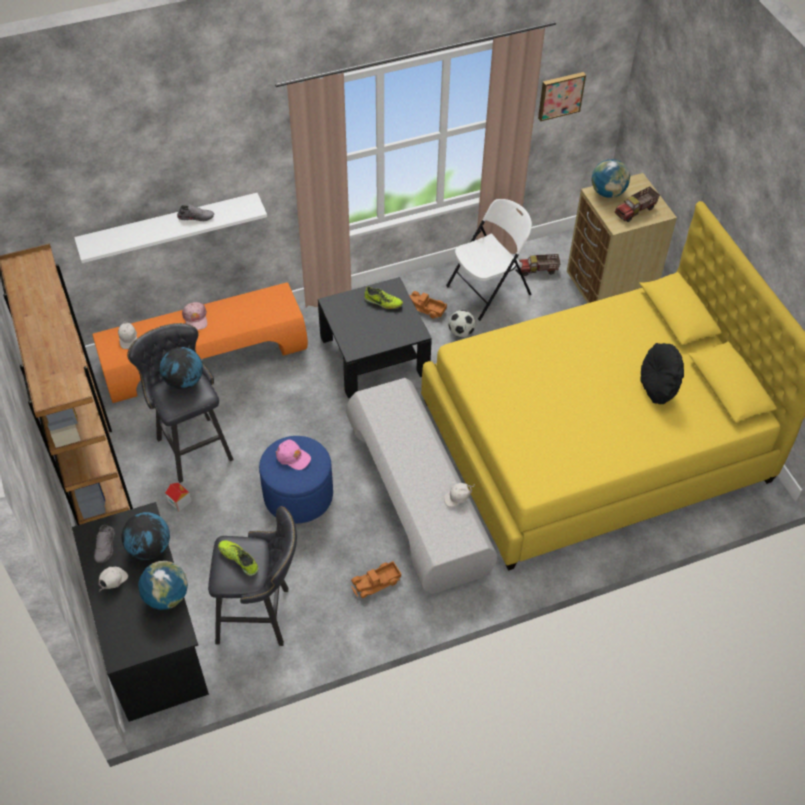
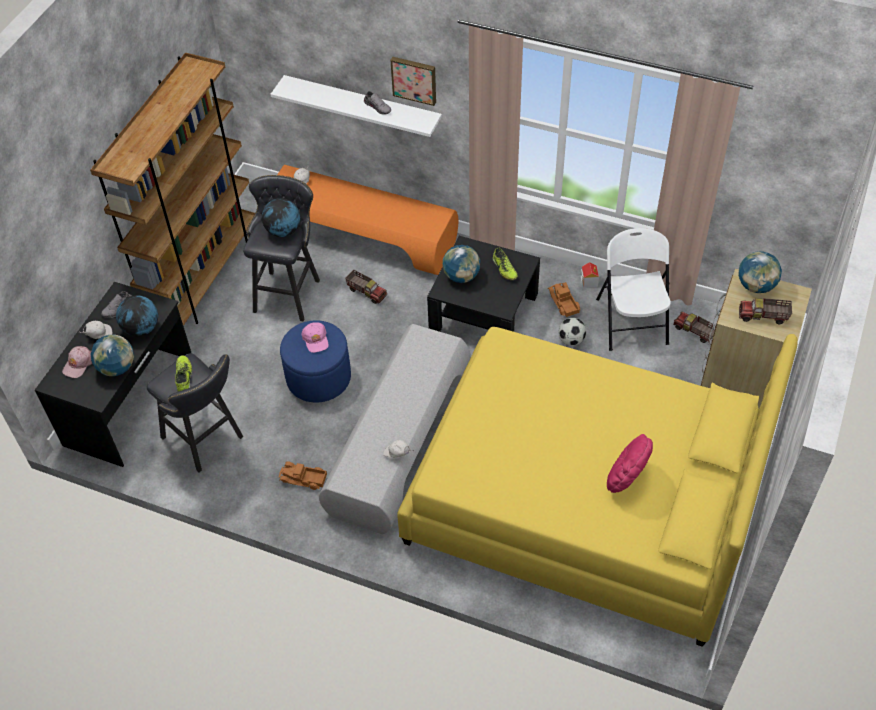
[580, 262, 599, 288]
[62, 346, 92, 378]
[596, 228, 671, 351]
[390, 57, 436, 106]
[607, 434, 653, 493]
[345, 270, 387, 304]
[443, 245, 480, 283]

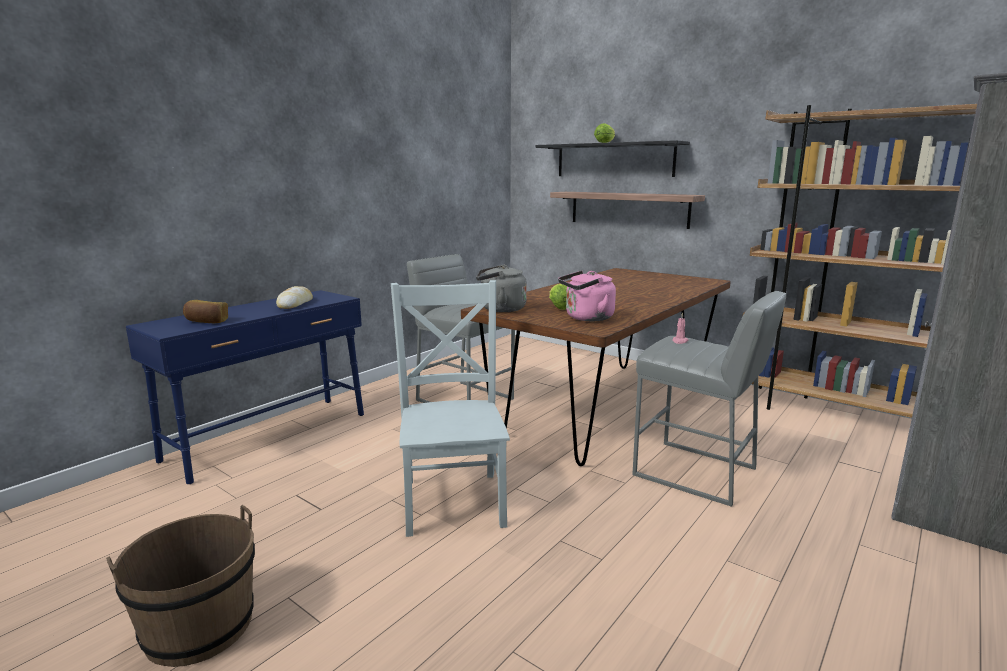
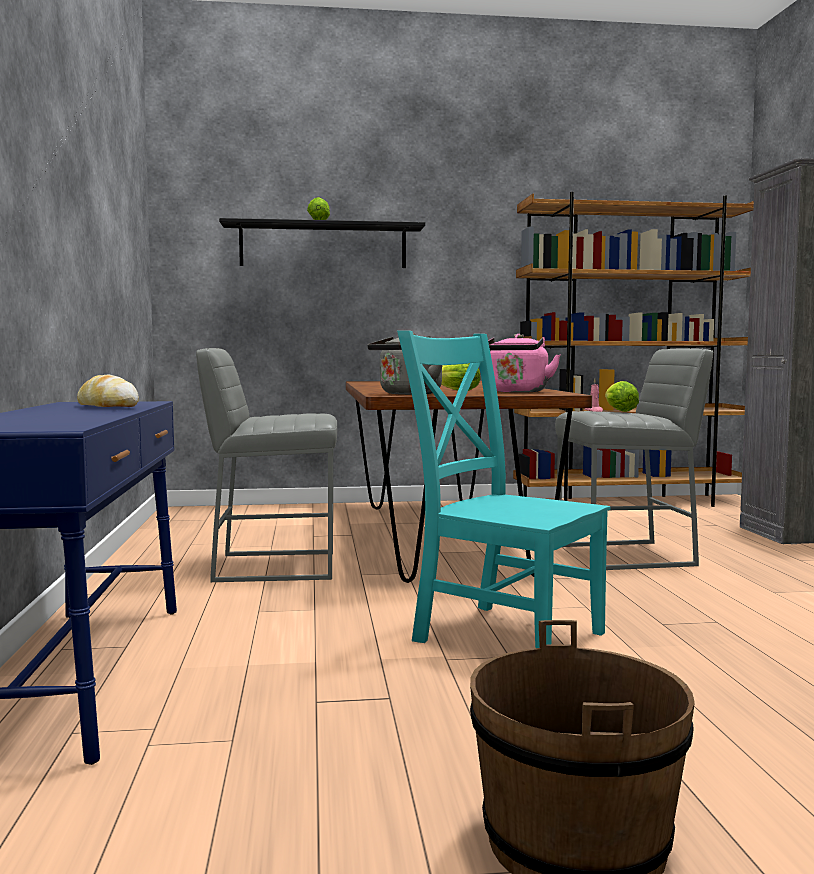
[183, 300, 228, 323] (first image)
[397, 331, 610, 648]
[550, 192, 705, 229] (first image)
[605, 381, 639, 412]

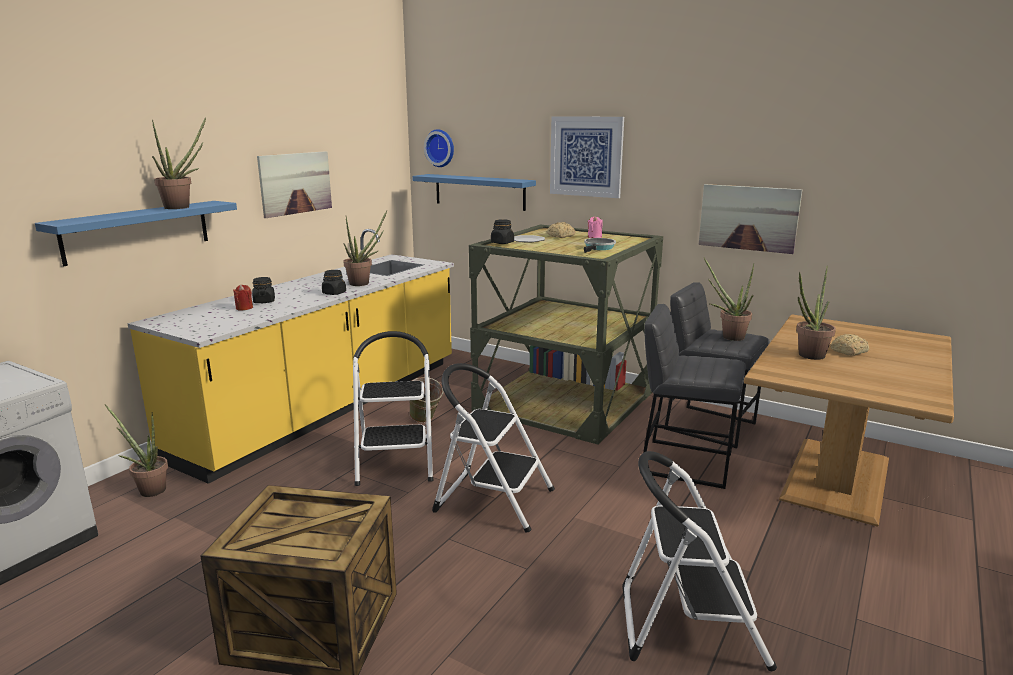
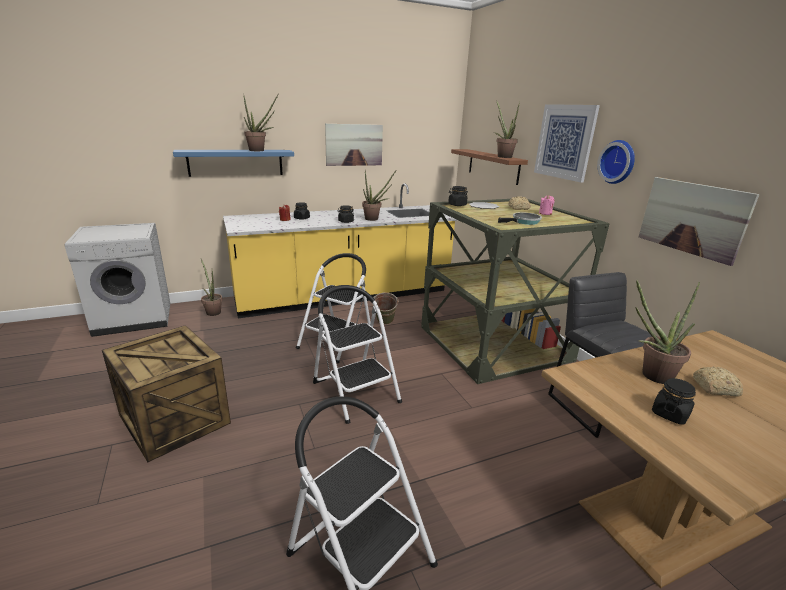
[451, 149, 528, 185]
[597, 140, 635, 184]
[643, 304, 746, 489] (first image)
[494, 100, 520, 158]
[652, 378, 696, 424]

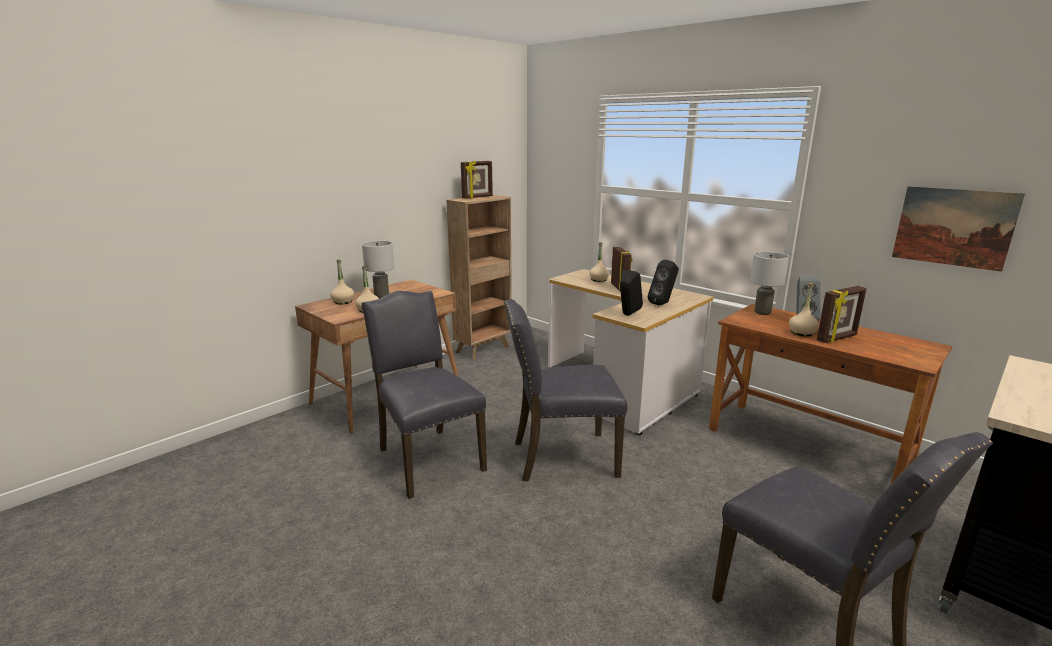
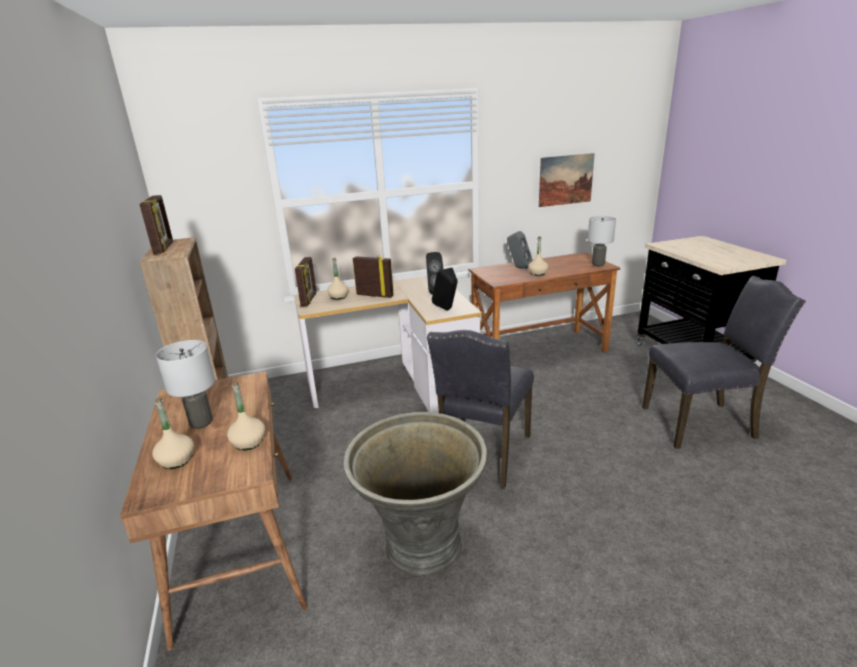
[343, 412, 487, 576]
[588, 216, 616, 266]
[295, 257, 317, 306]

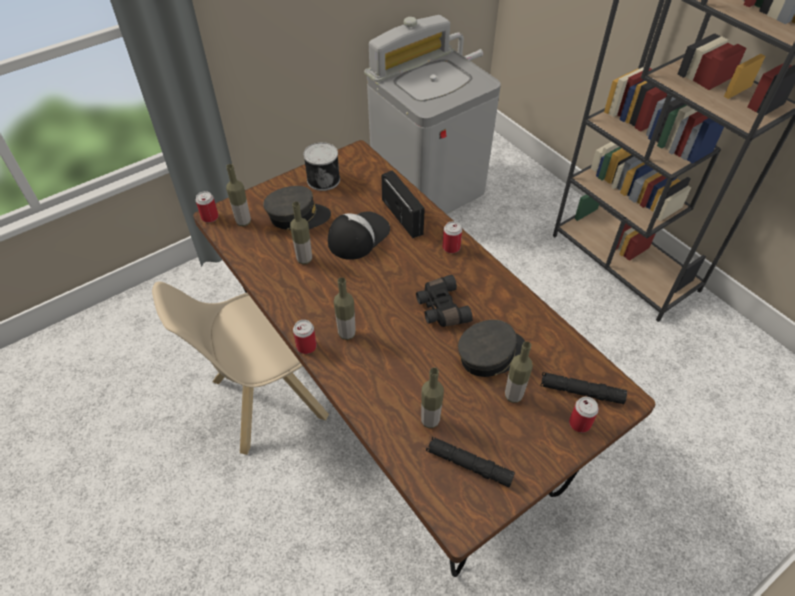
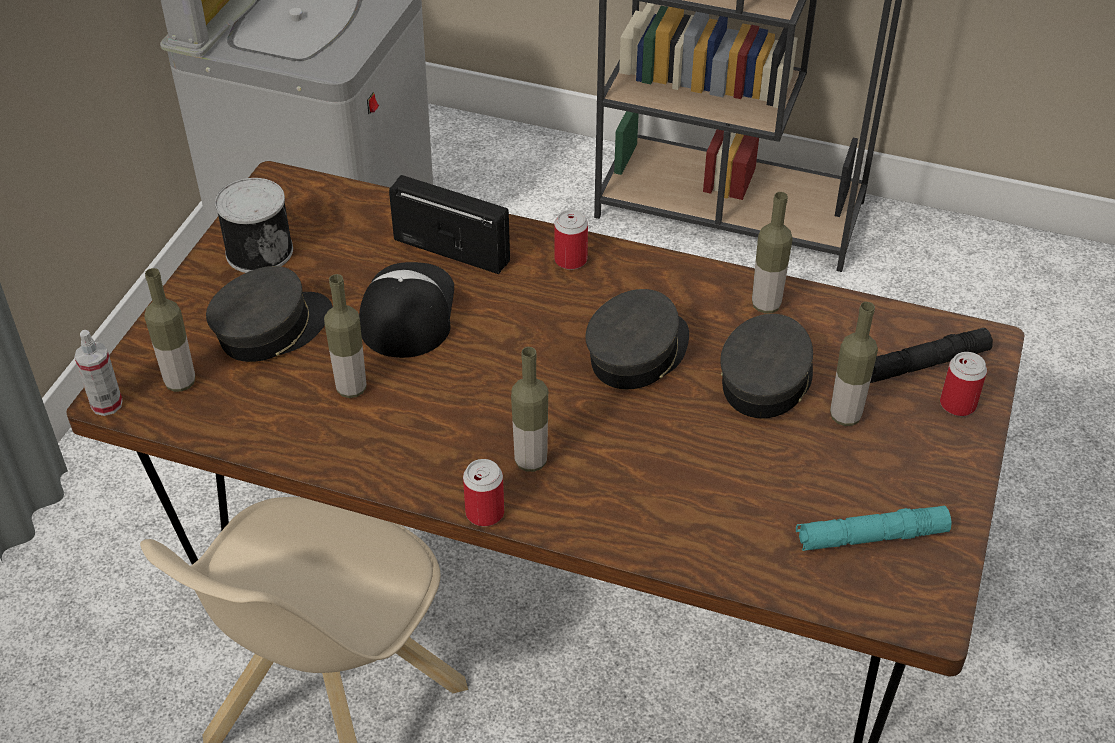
[74, 330, 123, 416]
[585, 289, 689, 390]
[752, 192, 793, 314]
[796, 506, 952, 551]

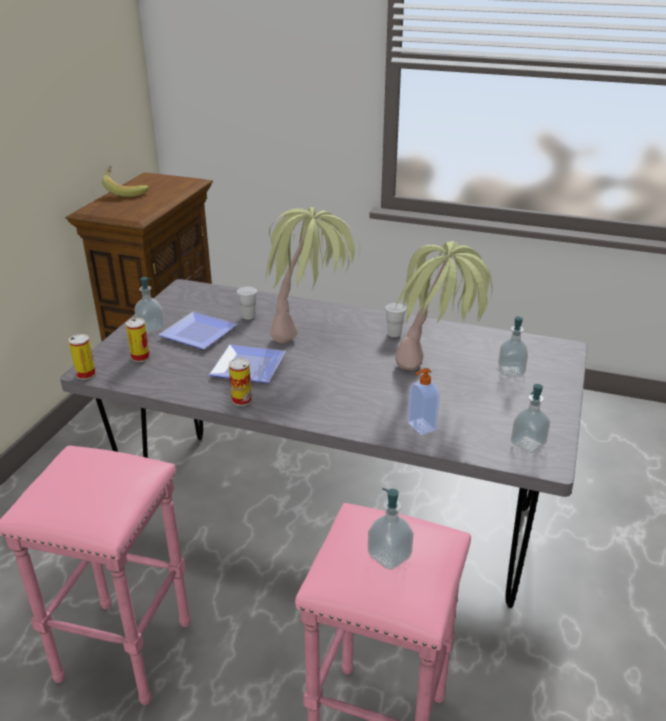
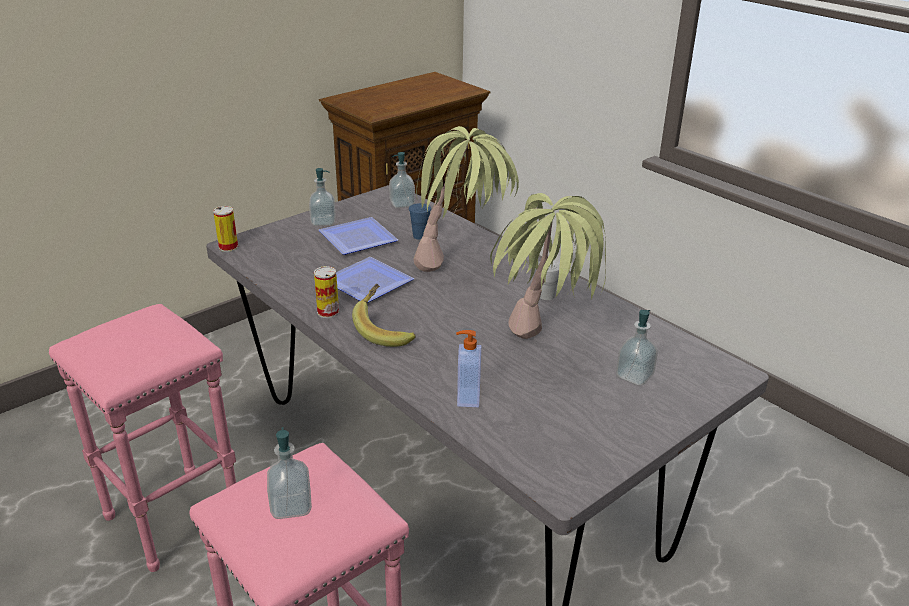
[352, 284, 416, 347]
[126, 318, 150, 362] (first image)
[409, 203, 431, 240]
[389, 152, 415, 208]

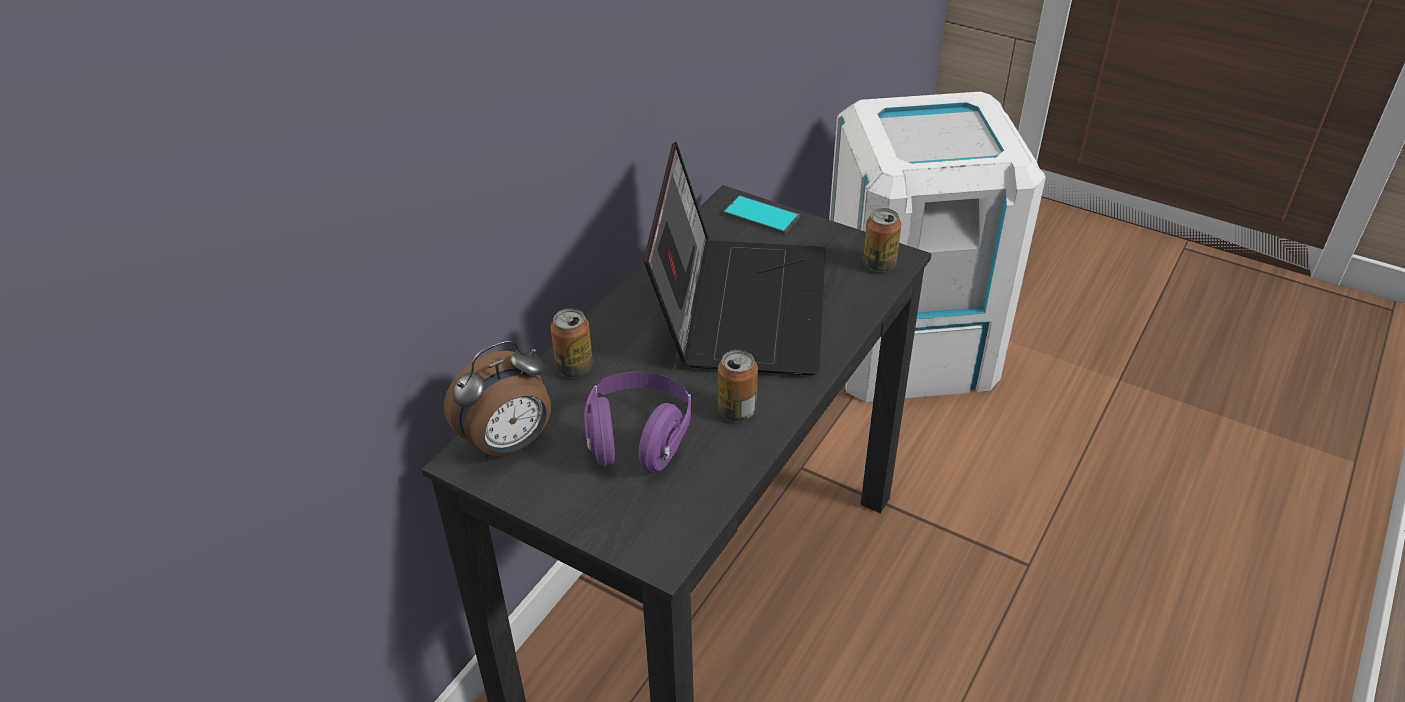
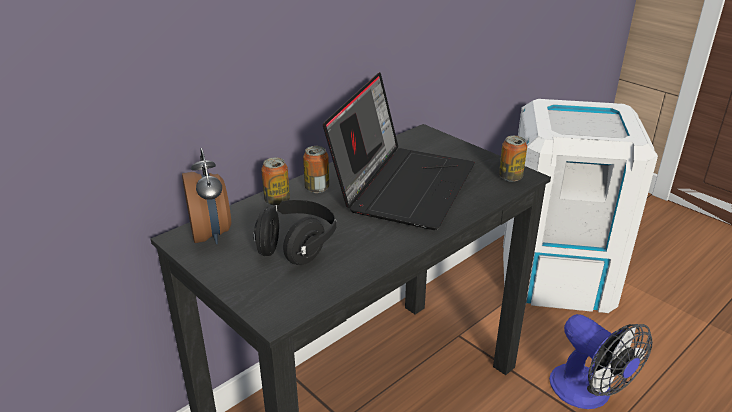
[182, 148, 231, 244]
[253, 200, 337, 265]
[303, 146, 329, 193]
[724, 195, 800, 234] (first image)
[549, 314, 652, 409]

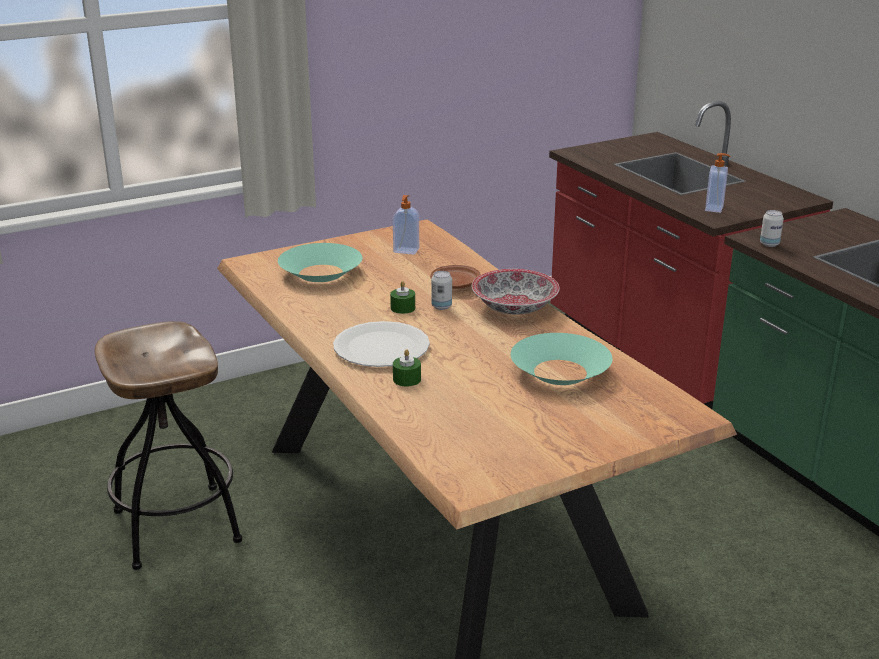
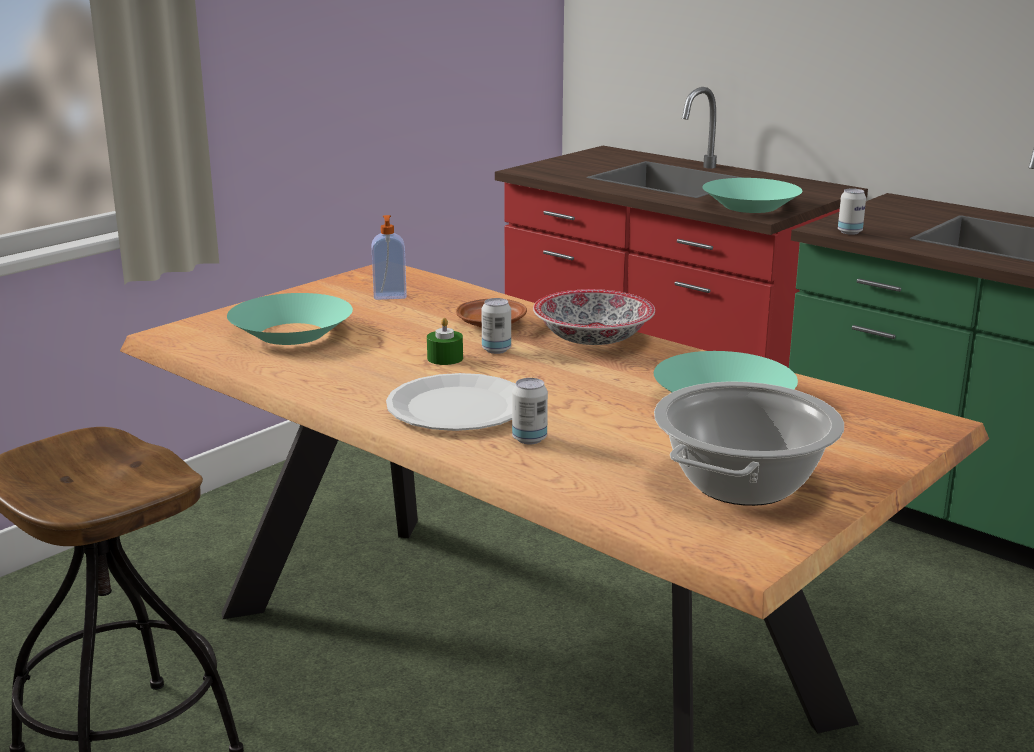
[512, 378, 548, 444]
[702, 178, 802, 213]
[654, 381, 844, 506]

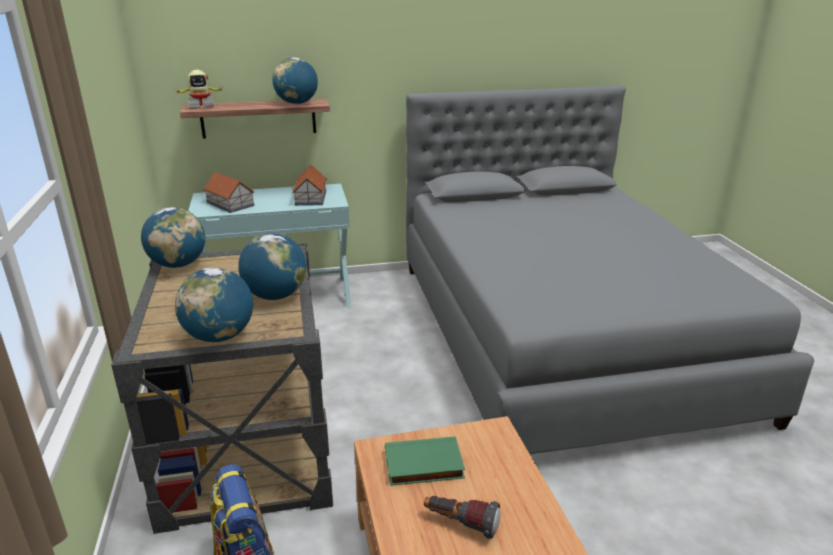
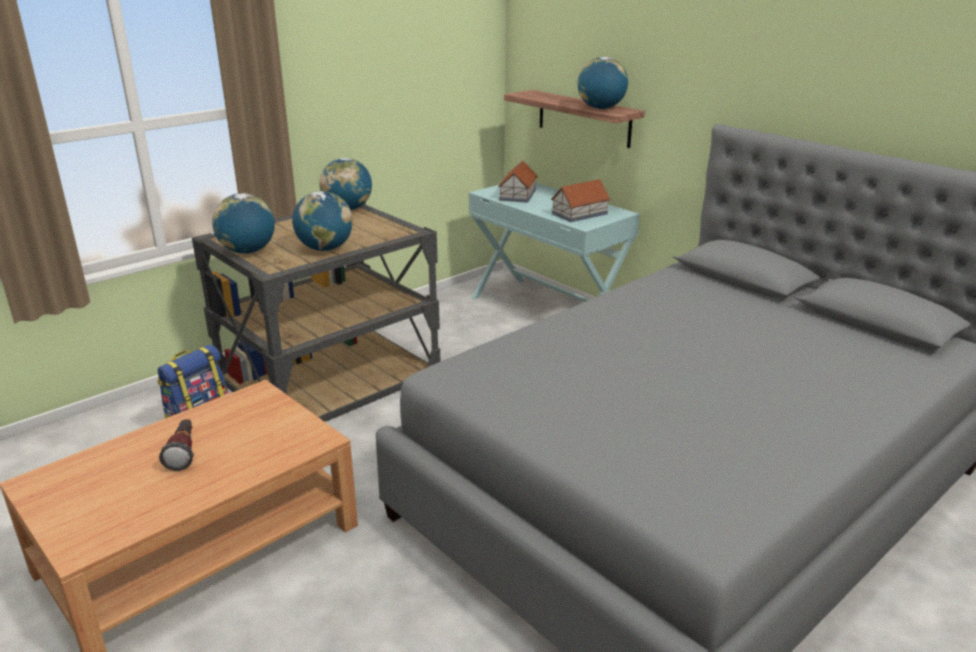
[176, 70, 224, 109] (first image)
[385, 436, 465, 486] (first image)

